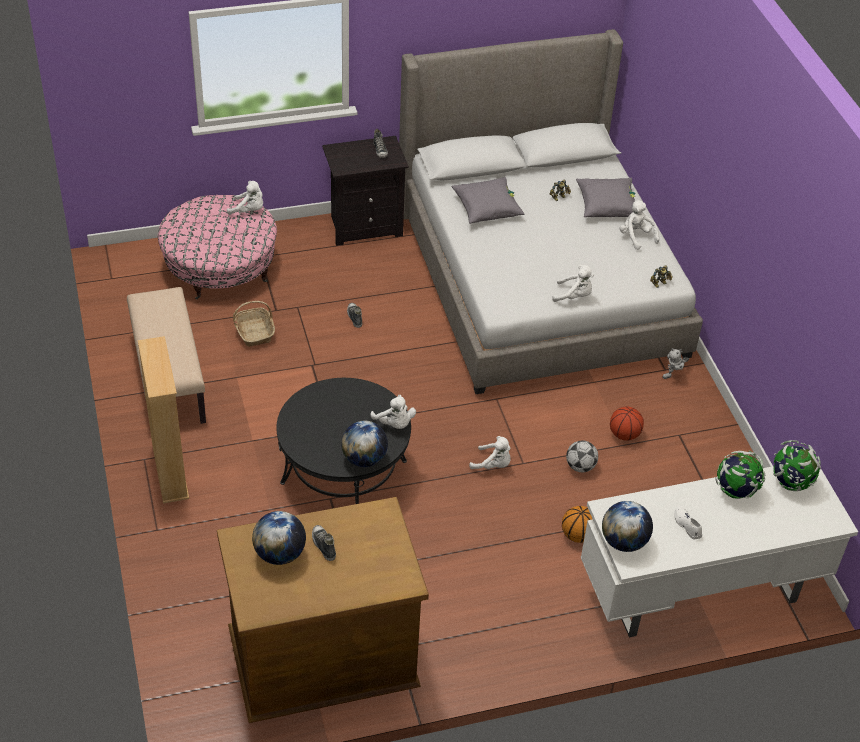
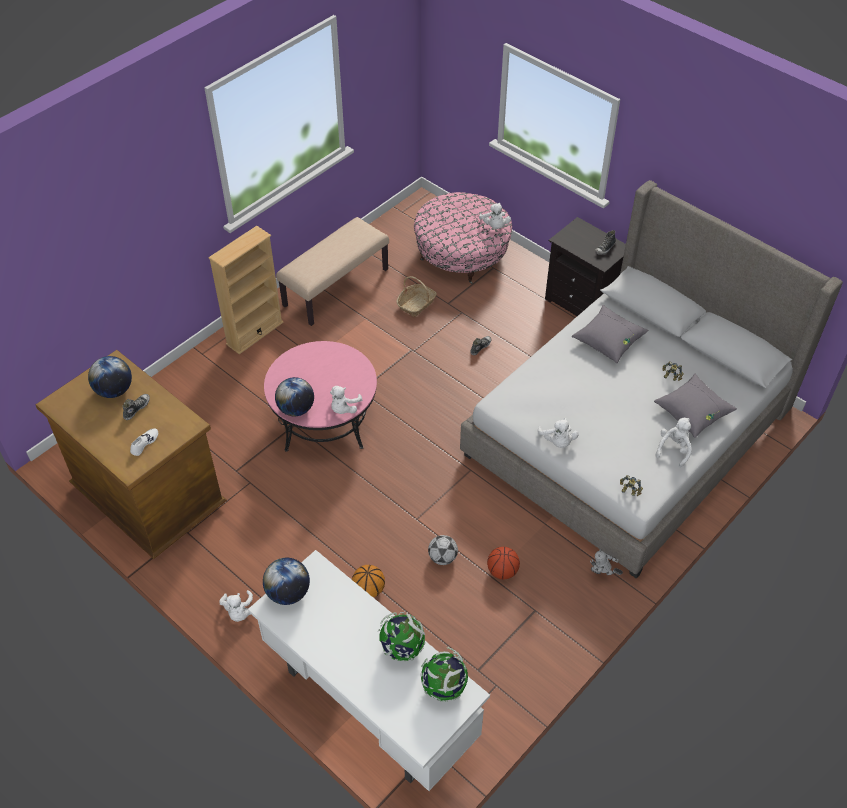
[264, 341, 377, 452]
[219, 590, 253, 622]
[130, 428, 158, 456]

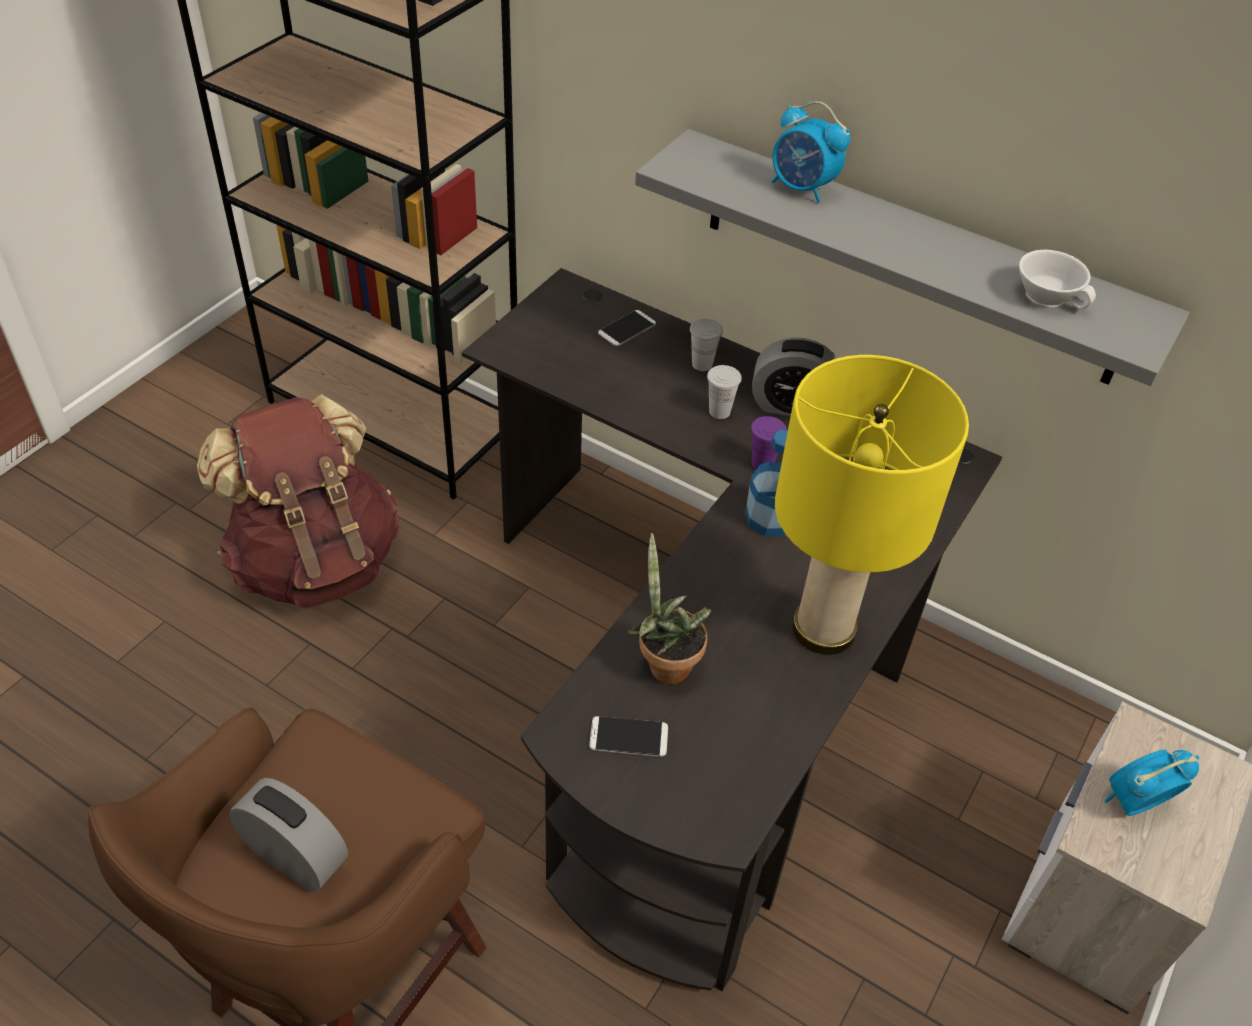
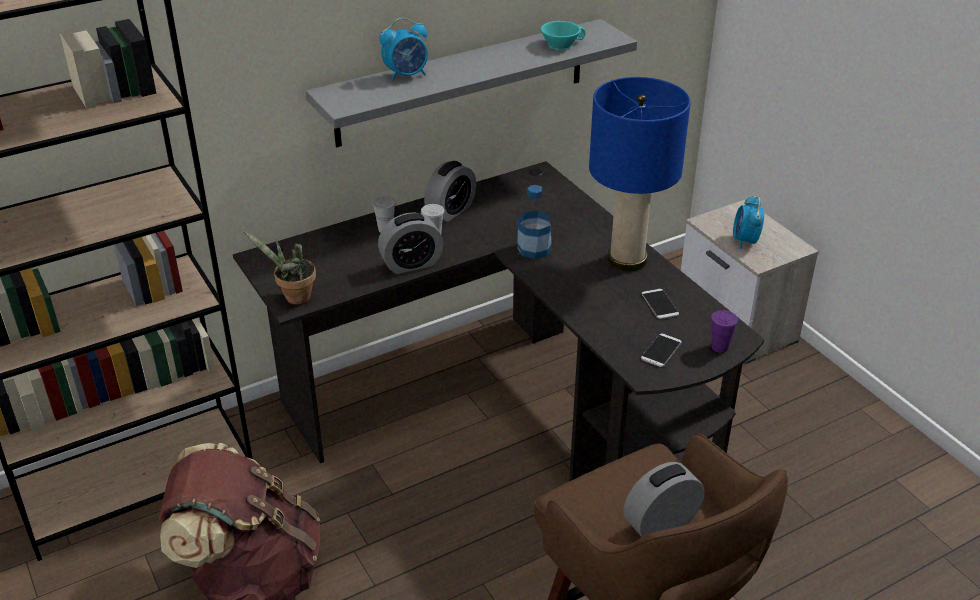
[642, 289, 679, 319]
[244, 231, 316, 305]
[711, 310, 738, 353]
[589, 77, 691, 271]
[541, 21, 586, 50]
[378, 212, 443, 274]

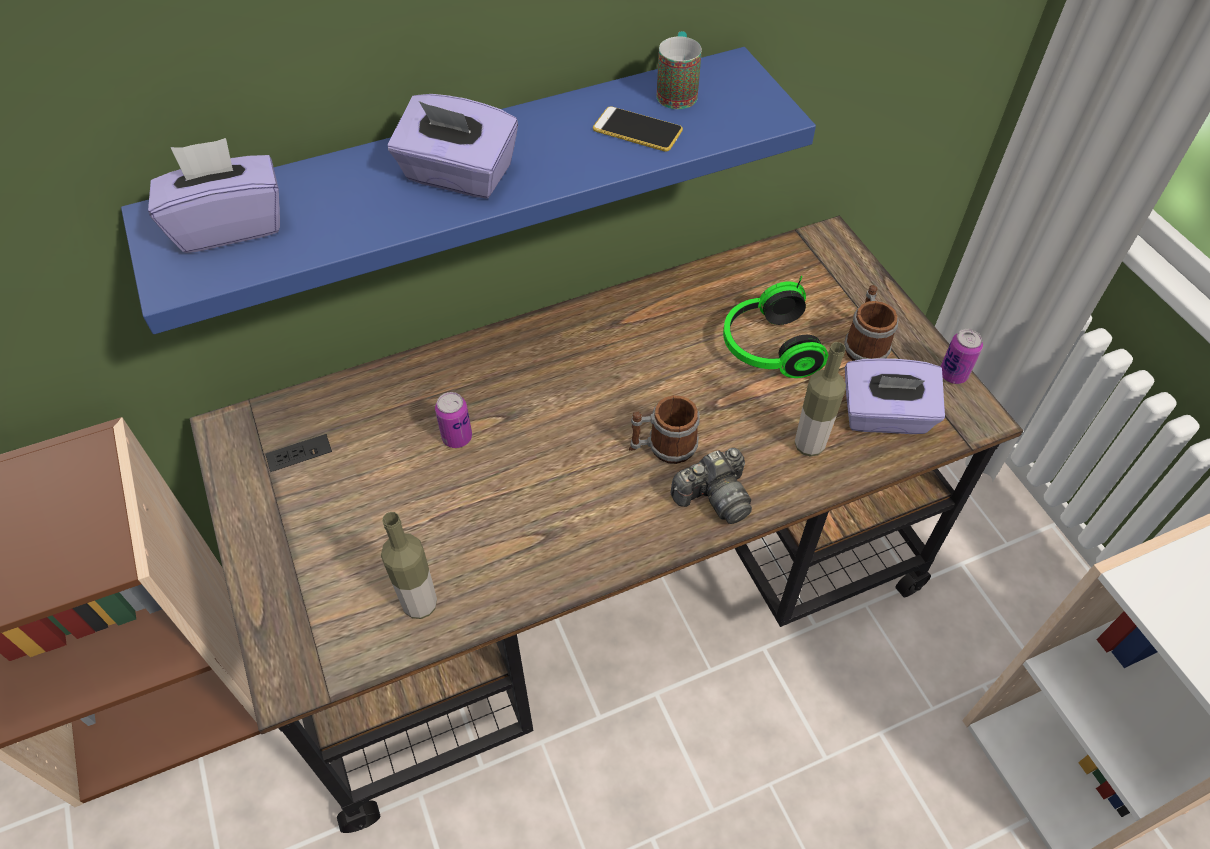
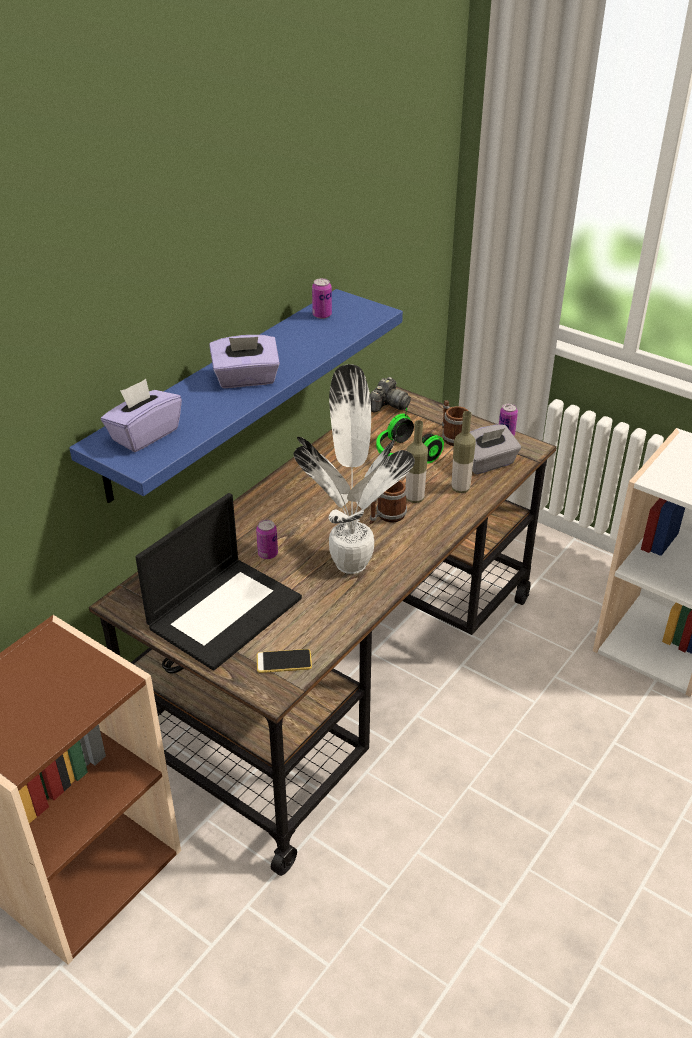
[406, 420, 428, 503]
[257, 649, 312, 673]
[312, 278, 332, 319]
[370, 377, 411, 412]
[470, 424, 521, 474]
[135, 493, 302, 671]
[294, 364, 415, 574]

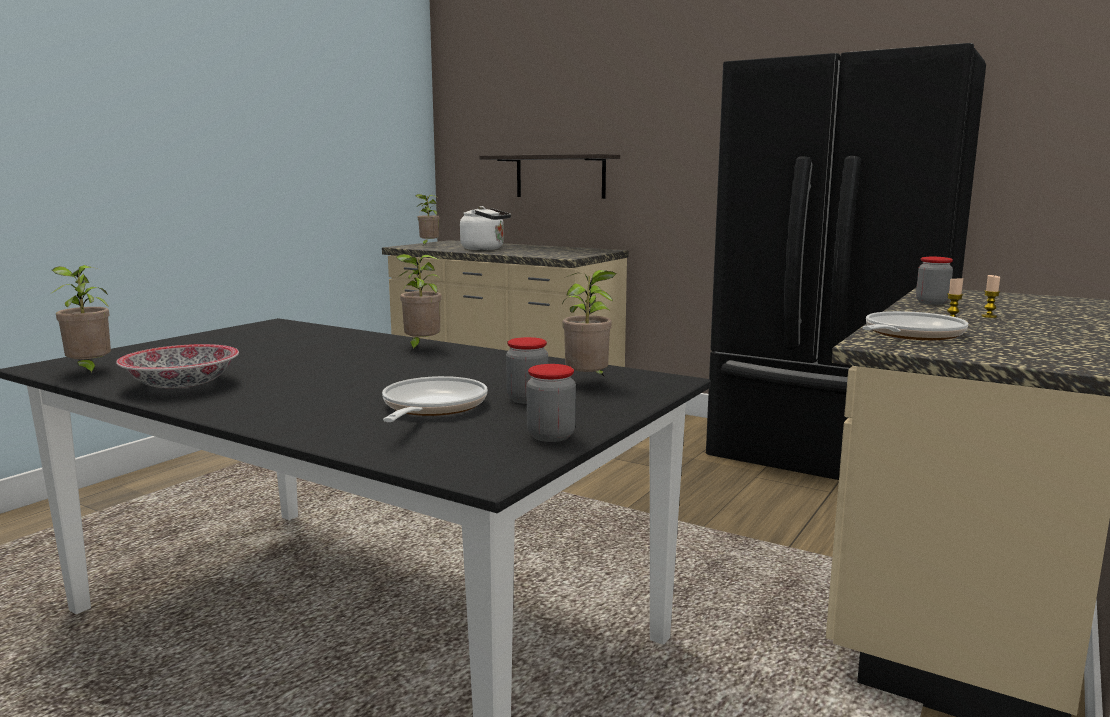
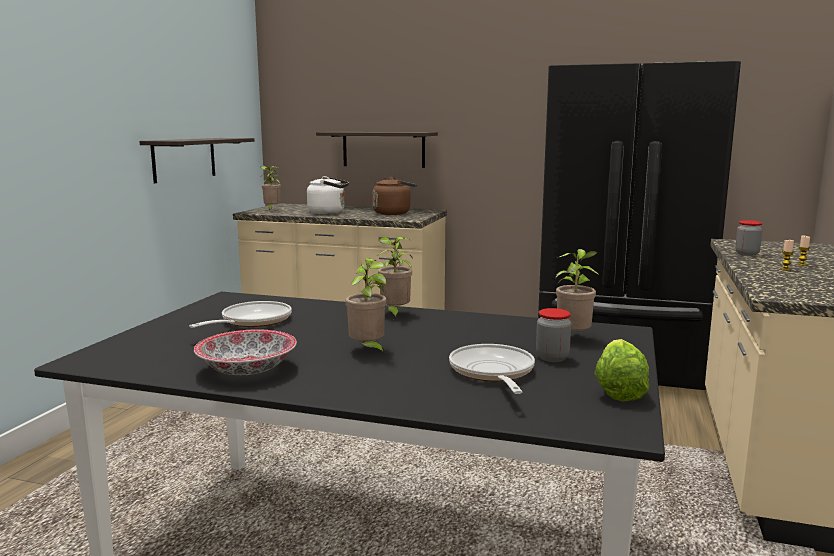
[345, 258, 387, 355]
[594, 339, 649, 401]
[189, 301, 292, 328]
[139, 138, 254, 183]
[373, 177, 417, 215]

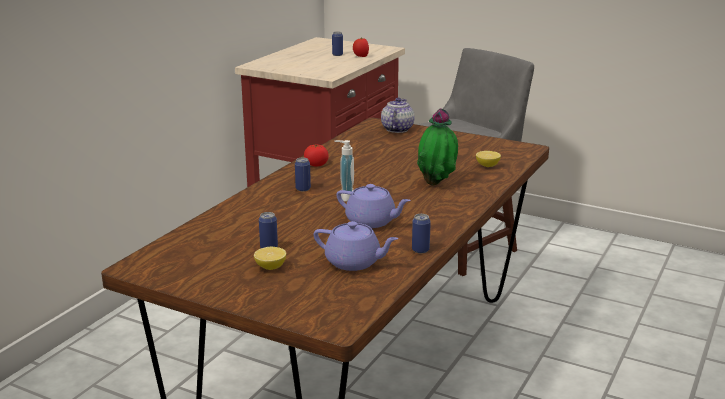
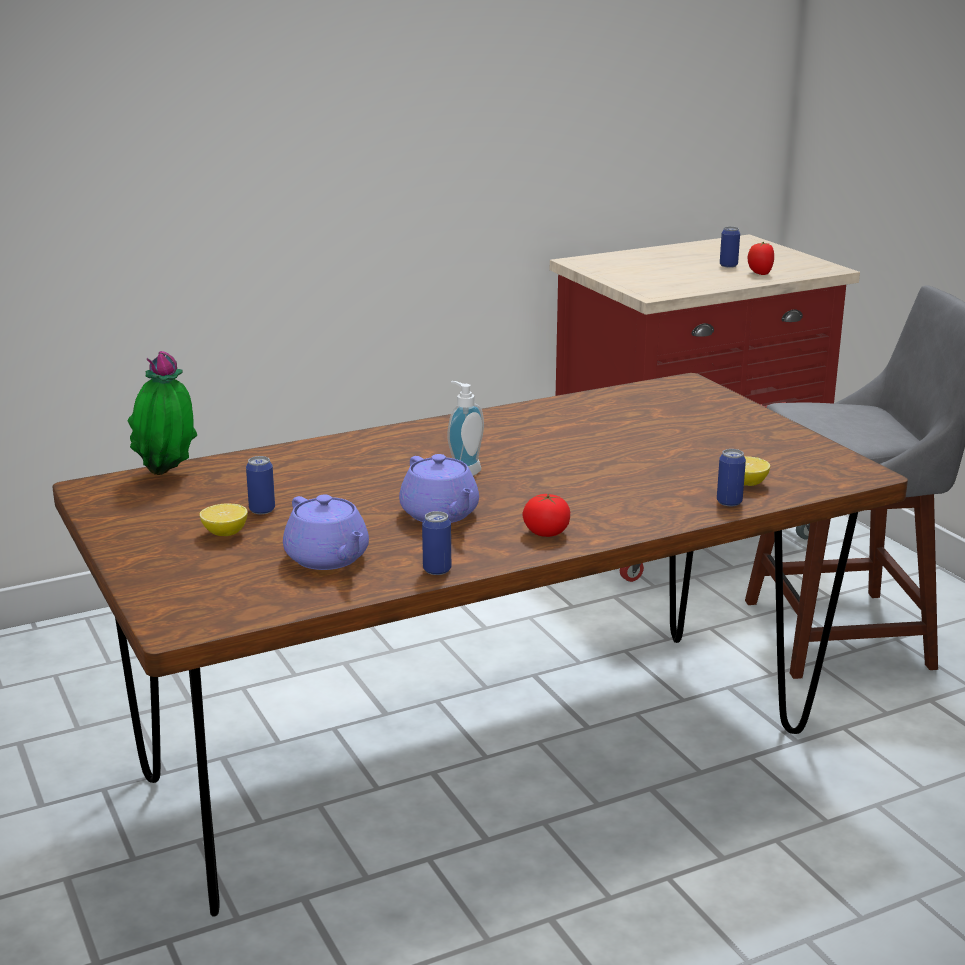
[717, 449, 746, 506]
[523, 494, 570, 537]
[381, 98, 415, 133] (first image)
[127, 351, 197, 475]

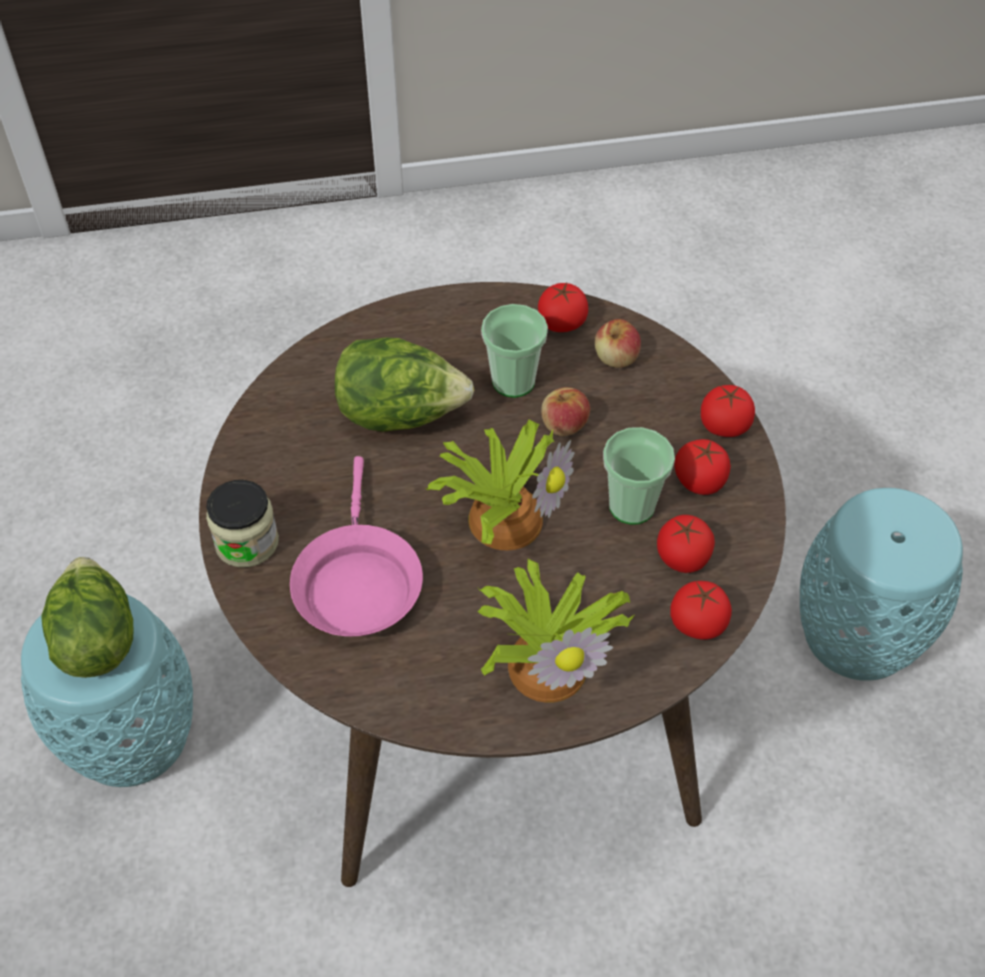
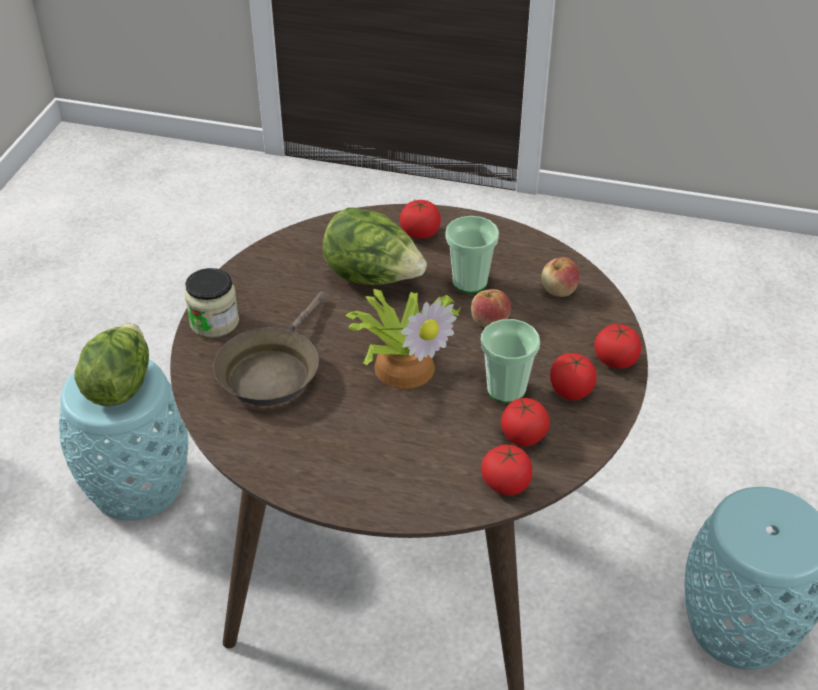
[213, 291, 326, 406]
[478, 559, 635, 703] (first image)
[400, 200, 441, 239]

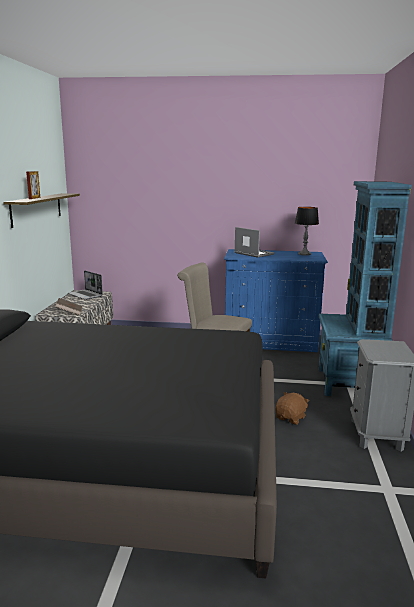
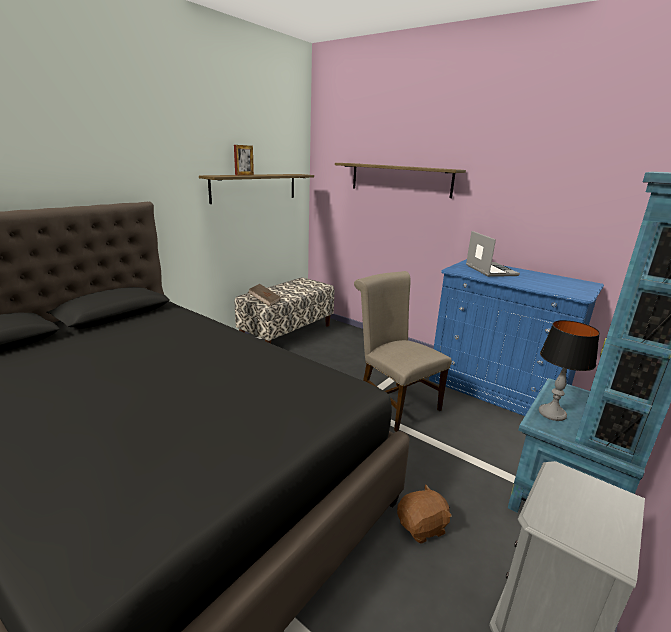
[68, 270, 103, 300] (first image)
[539, 320, 600, 421]
[335, 163, 466, 198]

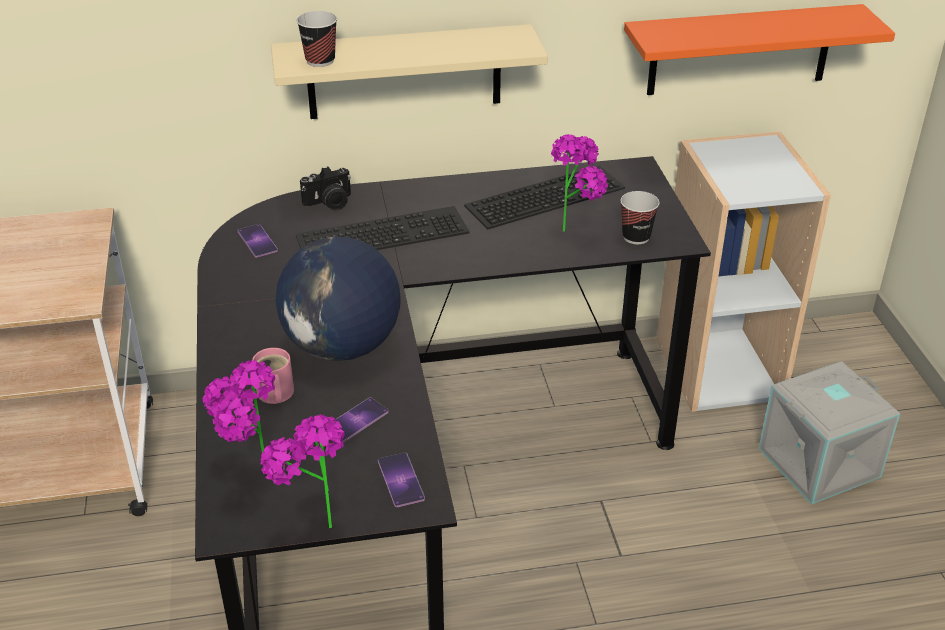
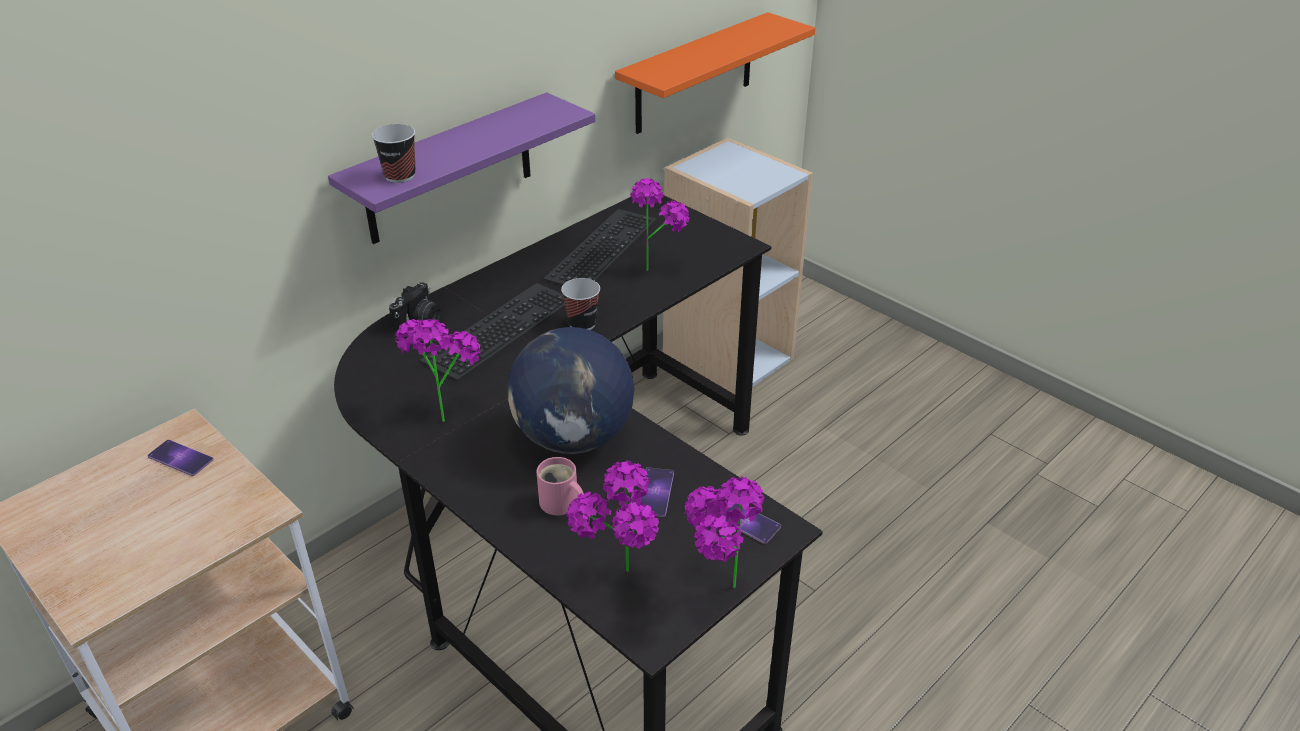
[147, 440, 213, 476]
[328, 93, 595, 244]
[561, 278, 600, 330]
[758, 361, 900, 505] (first image)
[395, 319, 481, 422]

